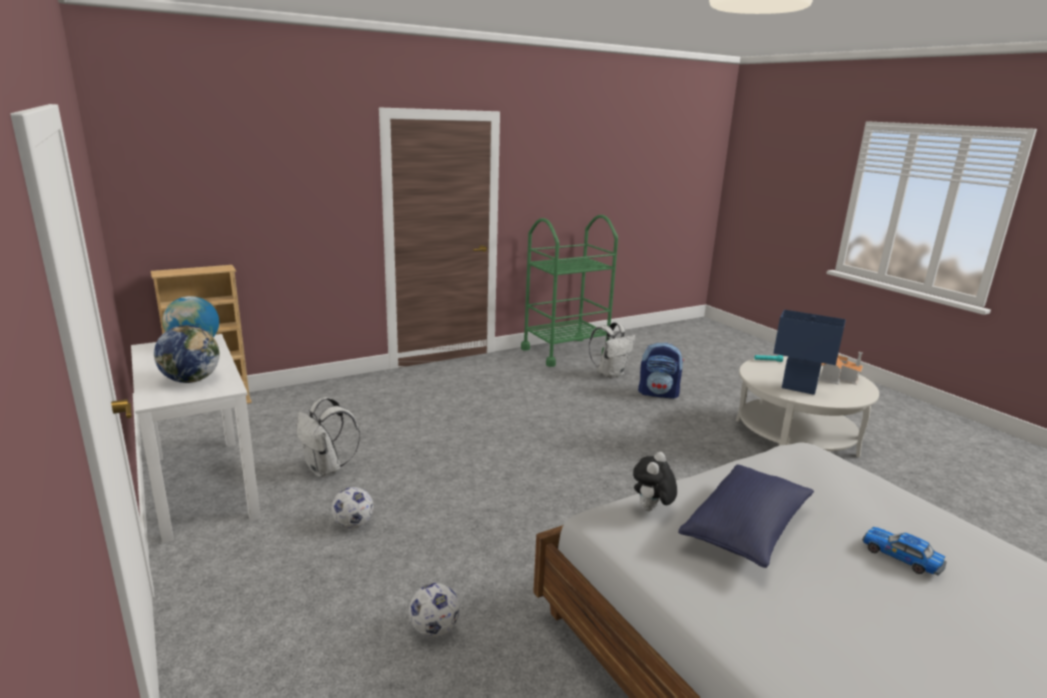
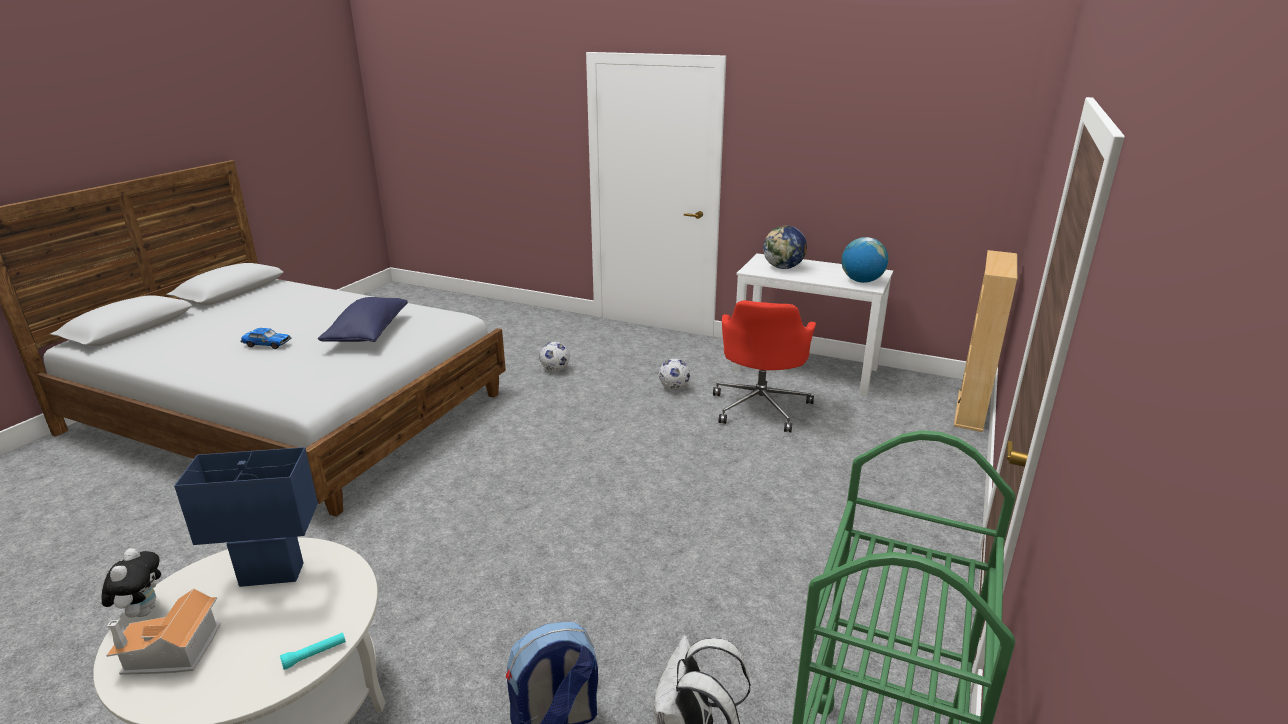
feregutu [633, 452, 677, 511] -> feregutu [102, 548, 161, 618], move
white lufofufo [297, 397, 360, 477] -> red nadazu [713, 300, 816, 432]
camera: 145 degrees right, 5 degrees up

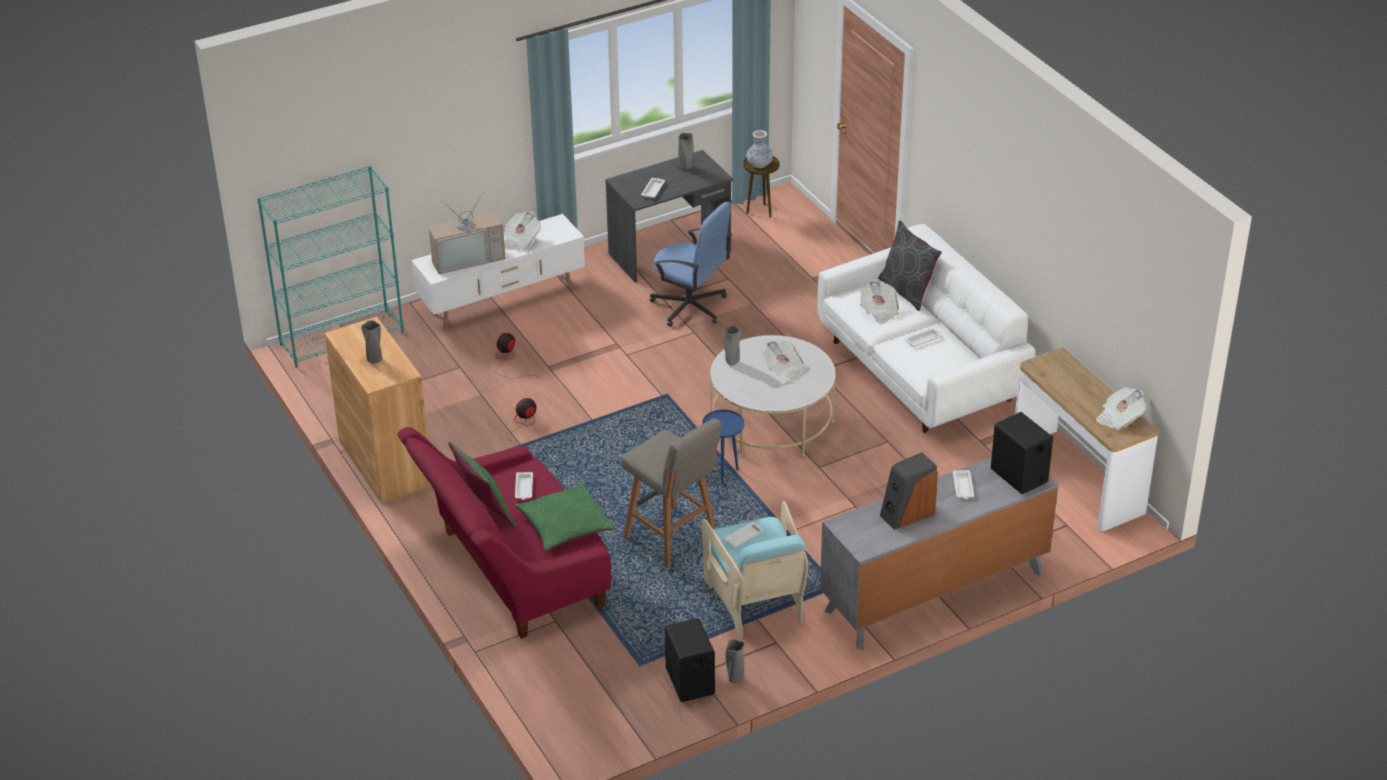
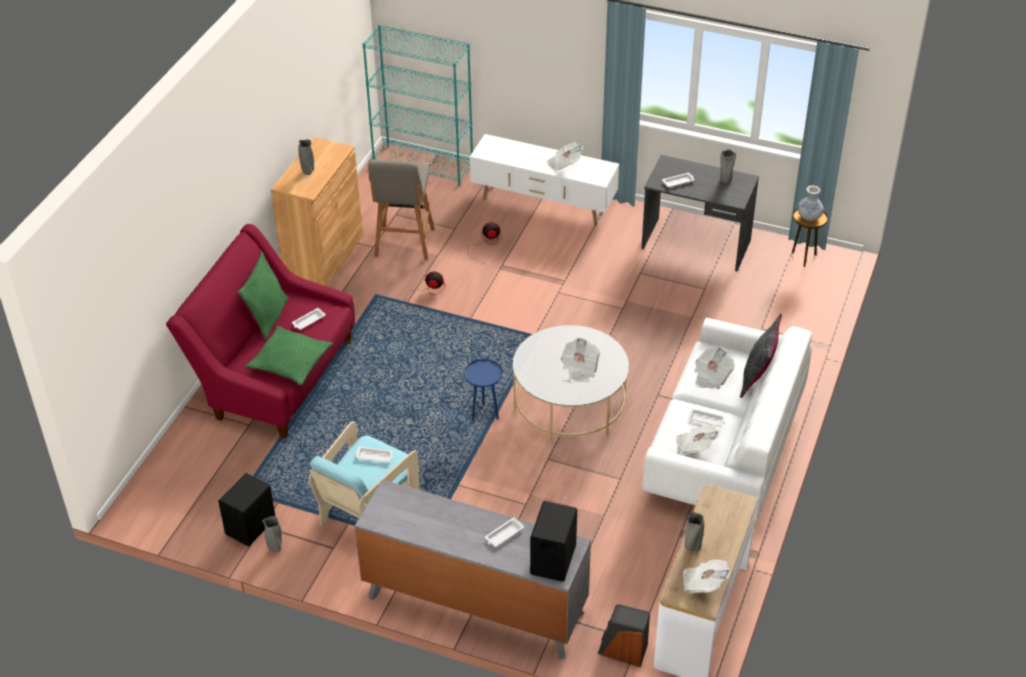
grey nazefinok [621, 418, 721, 568] -> grey nazefinok [368, 159, 435, 260], move
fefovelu [880, 452, 938, 530] -> fefovelu [598, 605, 650, 667], move
none -> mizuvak [676, 424, 719, 453]
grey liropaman [723, 325, 741, 366] -> grey liropaman [685, 512, 704, 551], move
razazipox [429, 191, 505, 274] -> none
blue nadazu [650, 202, 732, 327] -> none
camera: 50 degrees right, 5 degrees up

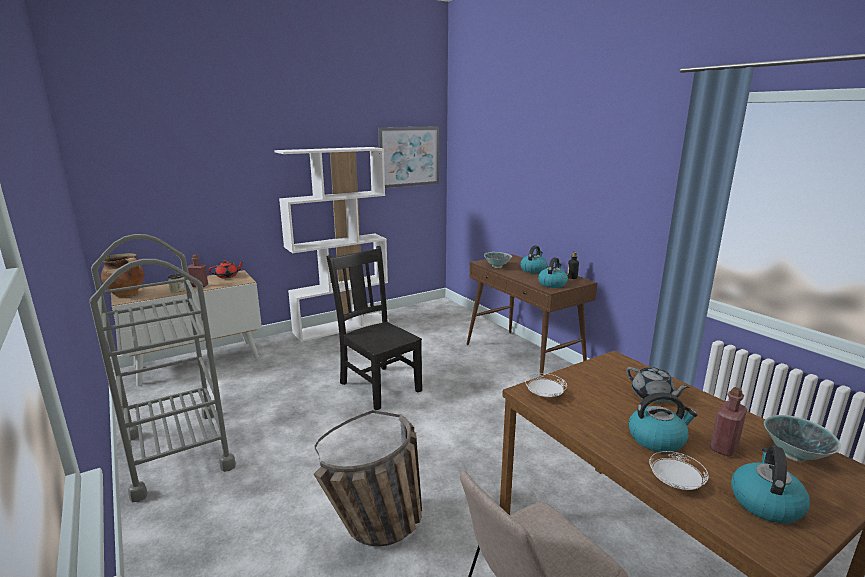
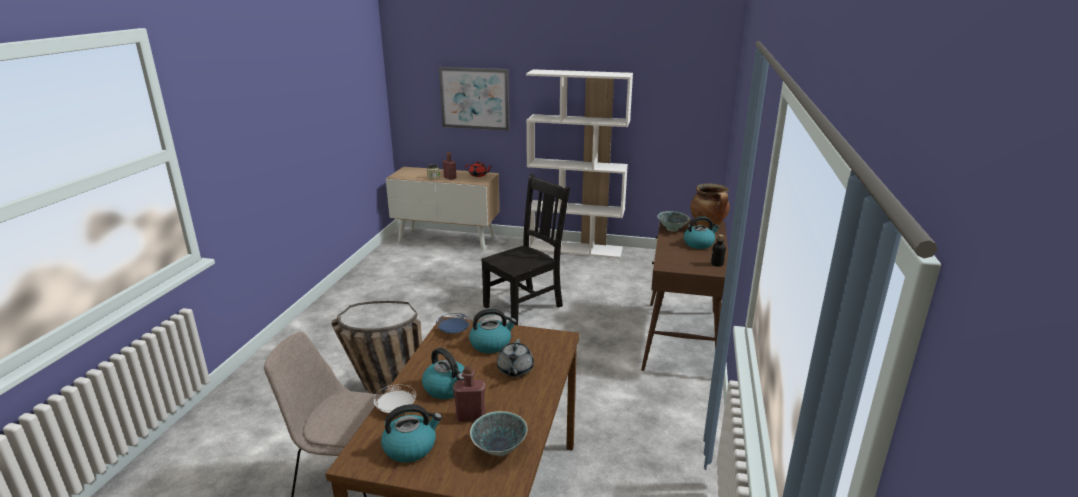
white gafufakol [525, 373, 567, 397] -> blue gafufakol [436, 313, 471, 334]
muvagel [378, 127, 439, 188] -> muvagel [439, 67, 510, 131], move
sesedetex [538, 257, 568, 288] -> sesedetex [469, 309, 517, 353], move
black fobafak [326, 246, 422, 410] -> black fobafak [481, 174, 570, 325], 45 degrees clockwise
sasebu [101, 253, 144, 297] -> sasebu [690, 183, 730, 228], move
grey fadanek [89, 234, 236, 503] -> none
camera: 45 degrees right, 5 degrees up

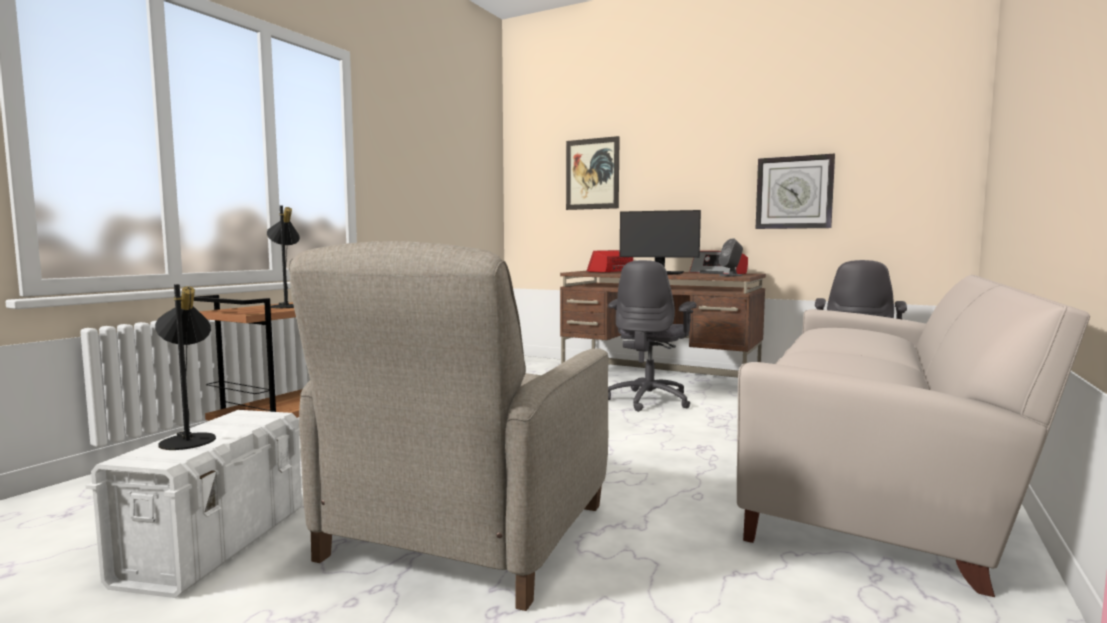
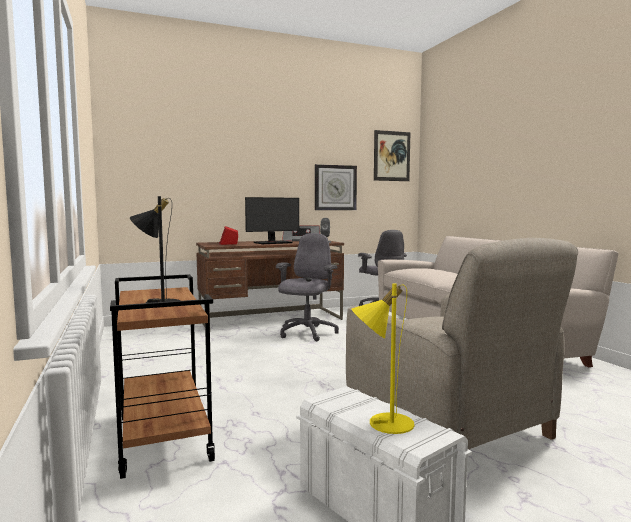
grey nadazu [608, 260, 696, 412] -> grey nadazu [276, 233, 339, 341], 135 degrees counterclockwise
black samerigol [155, 284, 216, 450] -> yellow samerigol [351, 284, 414, 434]
muvagel [566, 136, 620, 210] -> muvagel [374, 130, 410, 181], move
camera: 50 degrees left, 0 degrees up

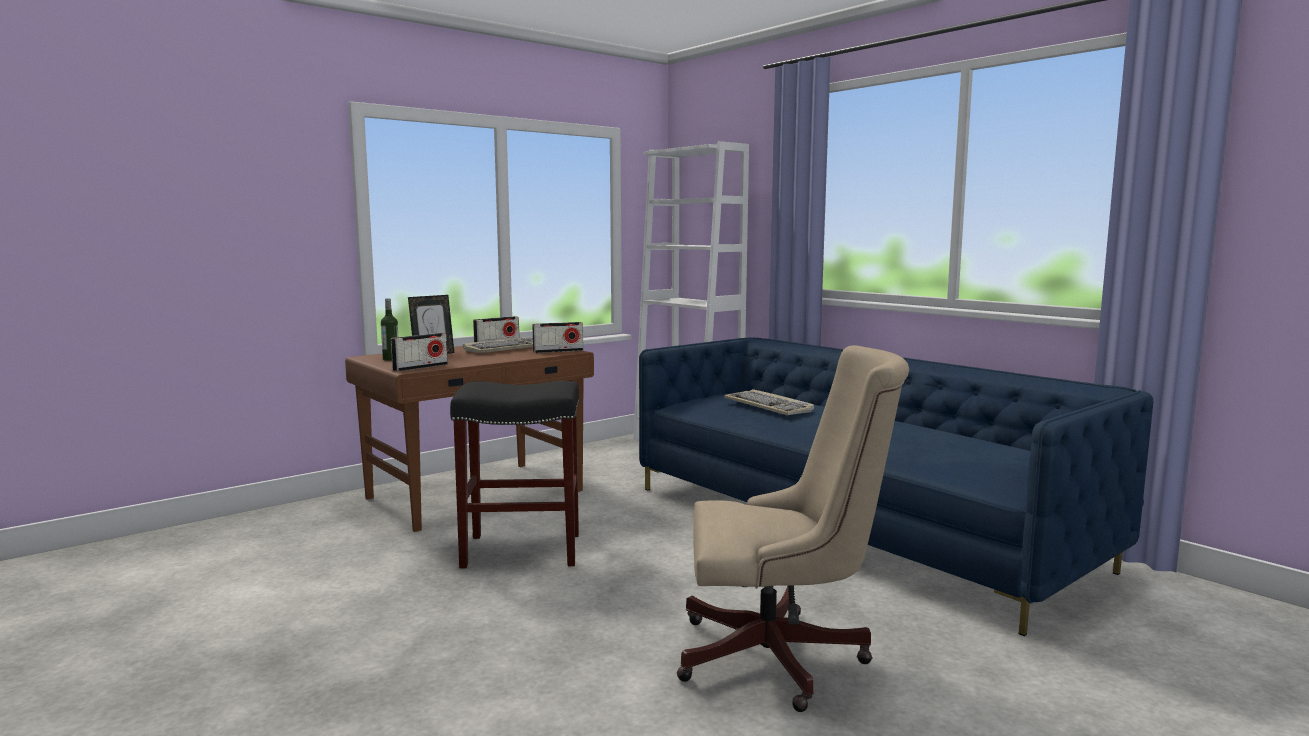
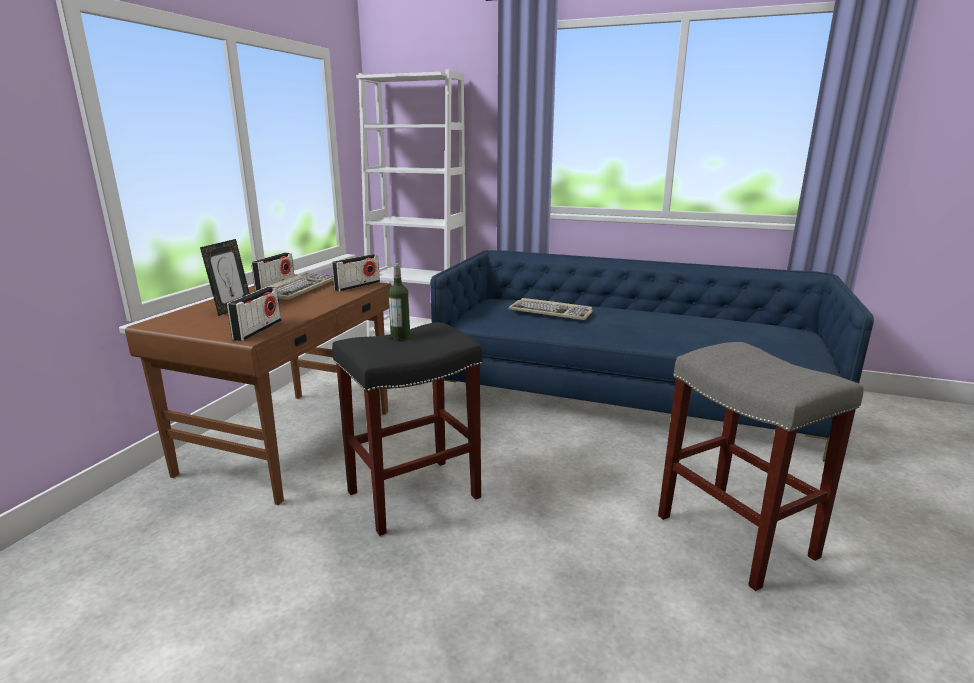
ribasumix [381, 298, 398, 361] -> ribasumix [388, 263, 410, 340], move
beige nadazu [677, 345, 909, 712] -> grey nazefinok [658, 342, 863, 591]
camera: 30 degrees left, 10 degrees up

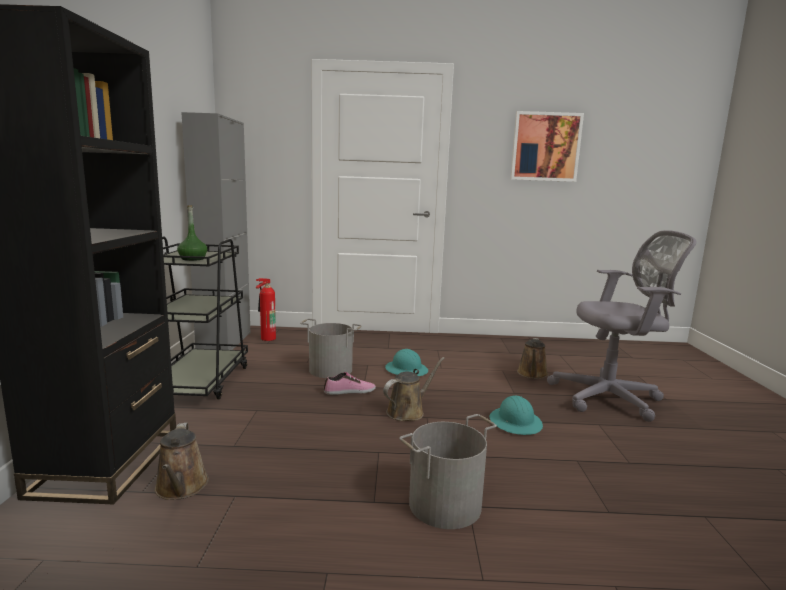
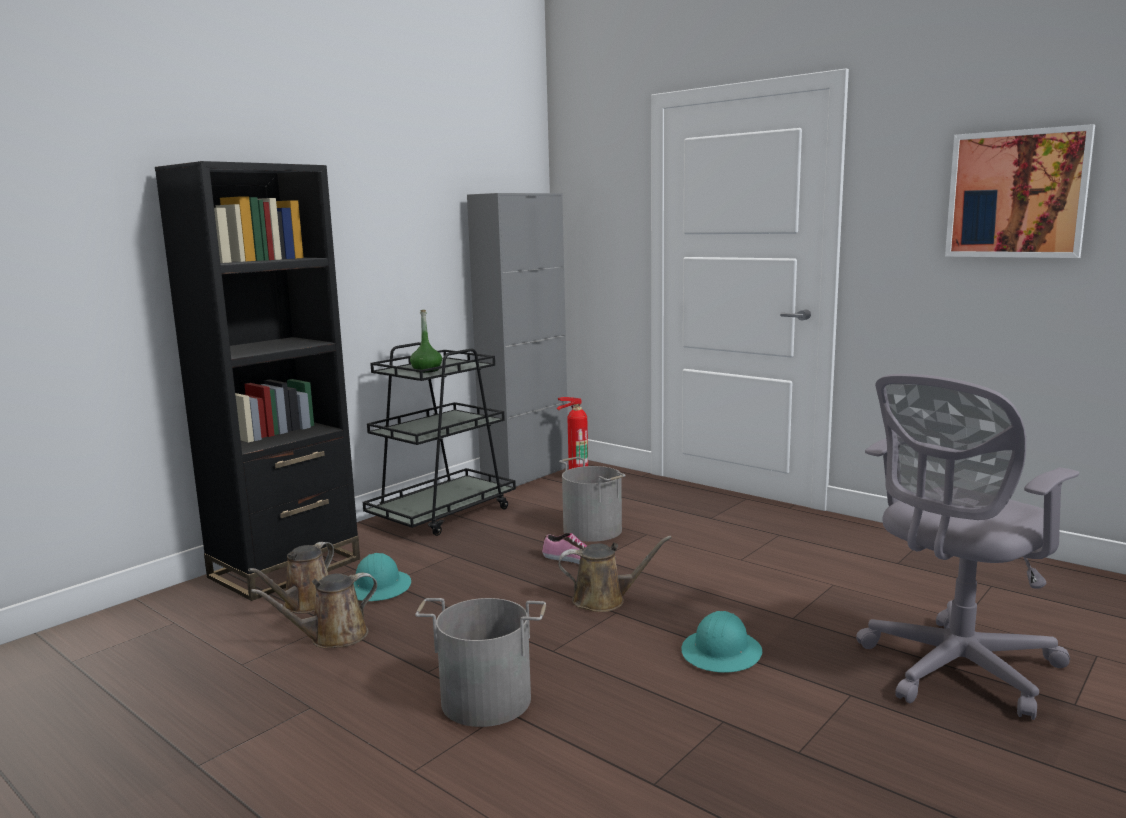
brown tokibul [517, 338, 548, 379] -> brown tokibul [250, 573, 377, 648], move
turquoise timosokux [385, 349, 428, 376] -> turquoise timosokux [354, 553, 411, 601], move
grey nadazu [547, 230, 697, 422] -> grey nadazu [856, 374, 1079, 720], 105 degrees clockwise
camera: 40 degrees right, 0 degrees up

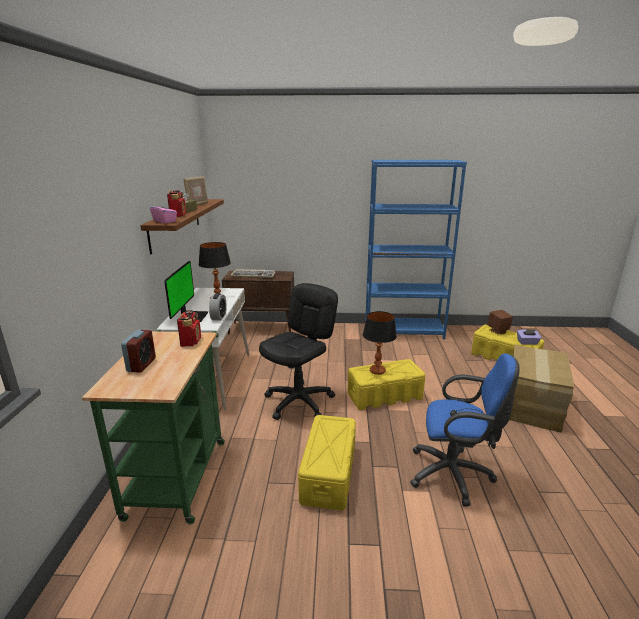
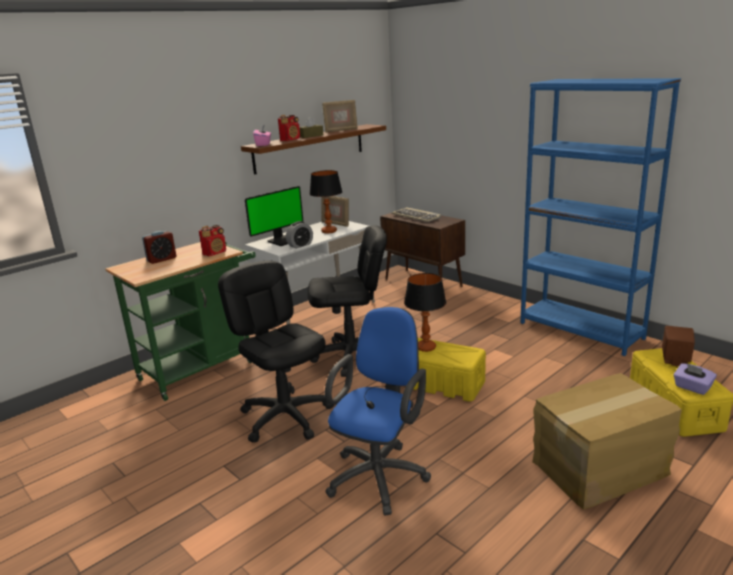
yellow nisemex [298, 415, 356, 511] -> black nadazu [218, 260, 334, 443]
none -> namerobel [321, 196, 349, 227]
blue nadazu [410, 354, 520, 507] -> blue nadazu [325, 307, 431, 516], 120 degrees counterclockwise
camera: 45 degrees right, 0 degrees up

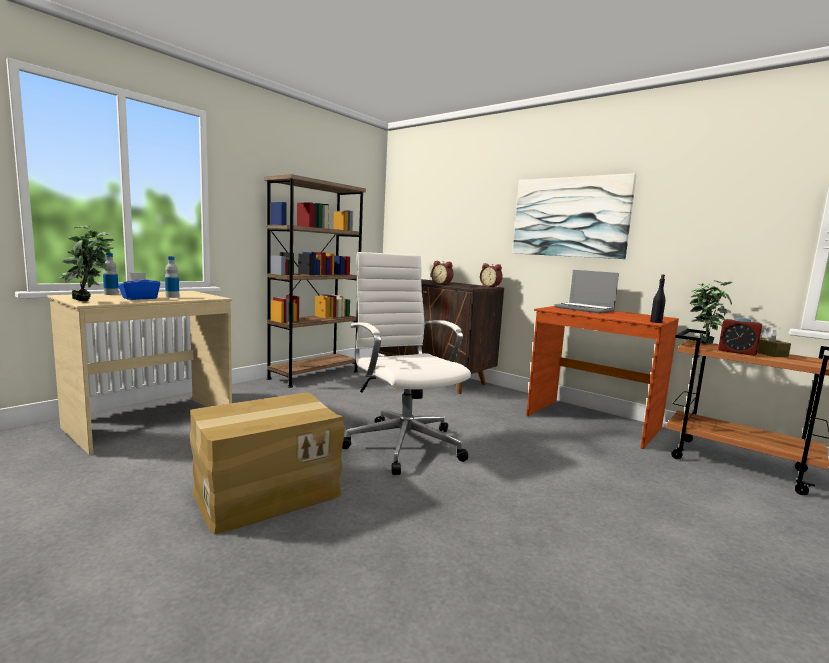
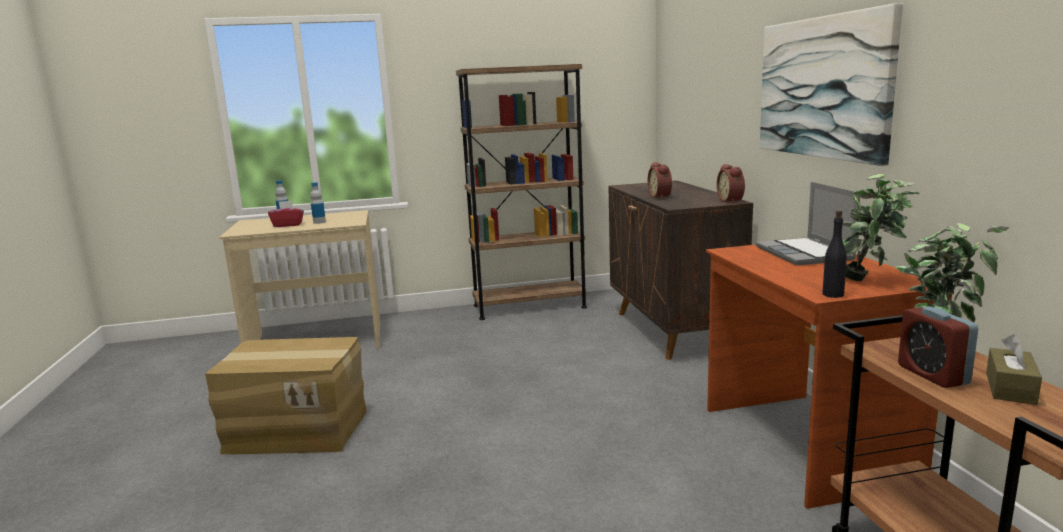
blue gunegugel [118, 273, 160, 300] -> red gunegugel [268, 201, 304, 227]
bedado [59, 226, 115, 301] -> bedado [842, 174, 920, 281], move
white nadazu [342, 252, 471, 475] -> none
camera: 40 degrees right, 5 degrees up

